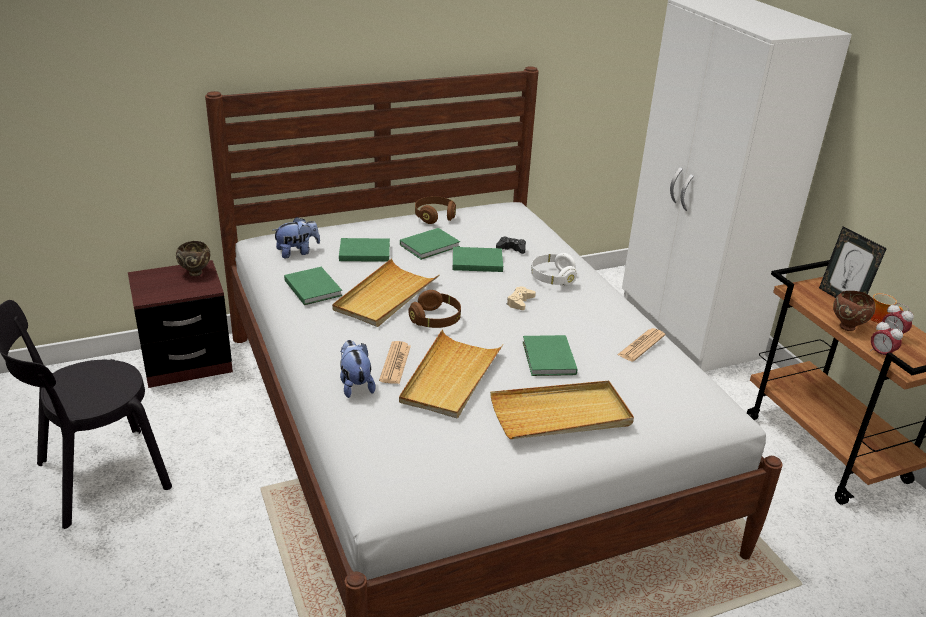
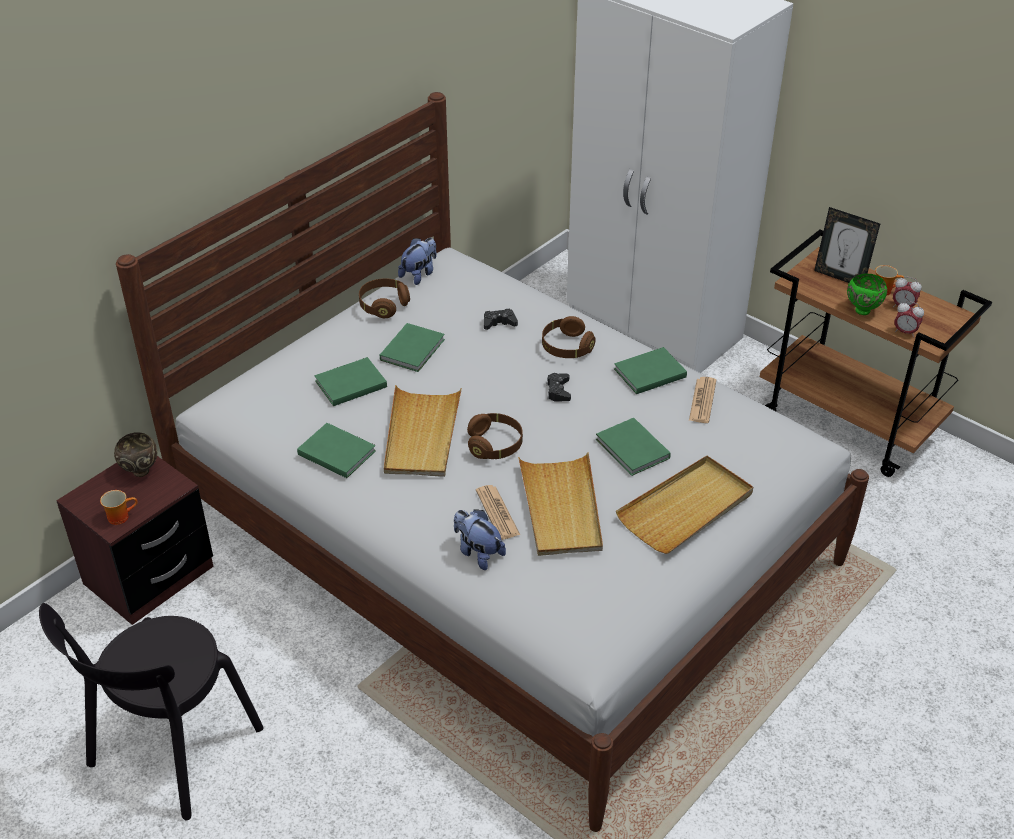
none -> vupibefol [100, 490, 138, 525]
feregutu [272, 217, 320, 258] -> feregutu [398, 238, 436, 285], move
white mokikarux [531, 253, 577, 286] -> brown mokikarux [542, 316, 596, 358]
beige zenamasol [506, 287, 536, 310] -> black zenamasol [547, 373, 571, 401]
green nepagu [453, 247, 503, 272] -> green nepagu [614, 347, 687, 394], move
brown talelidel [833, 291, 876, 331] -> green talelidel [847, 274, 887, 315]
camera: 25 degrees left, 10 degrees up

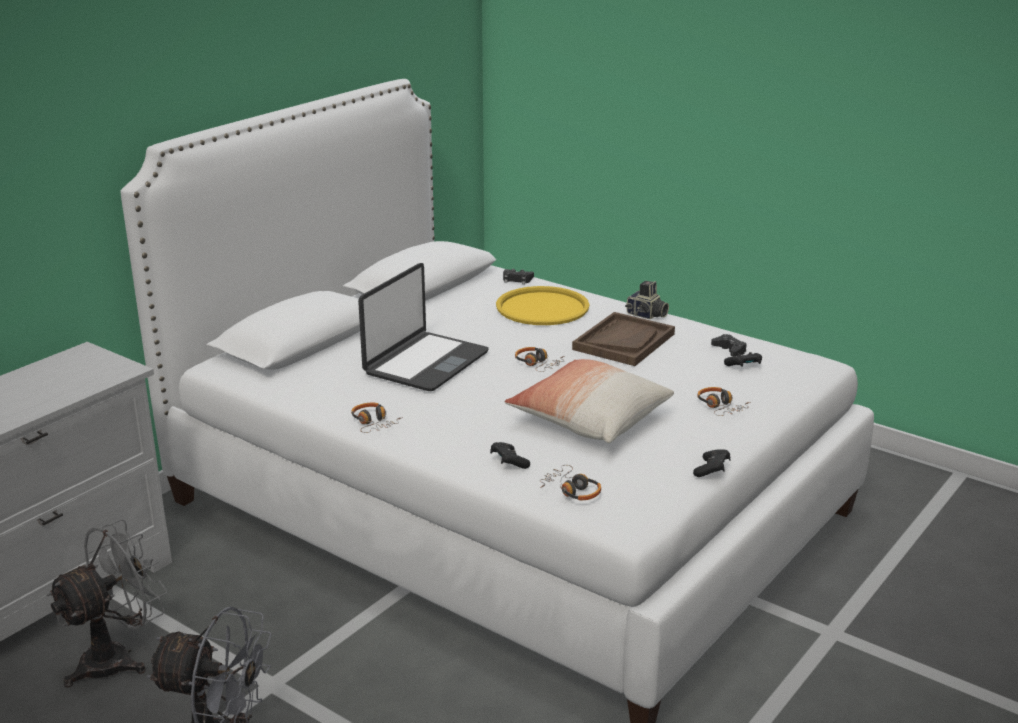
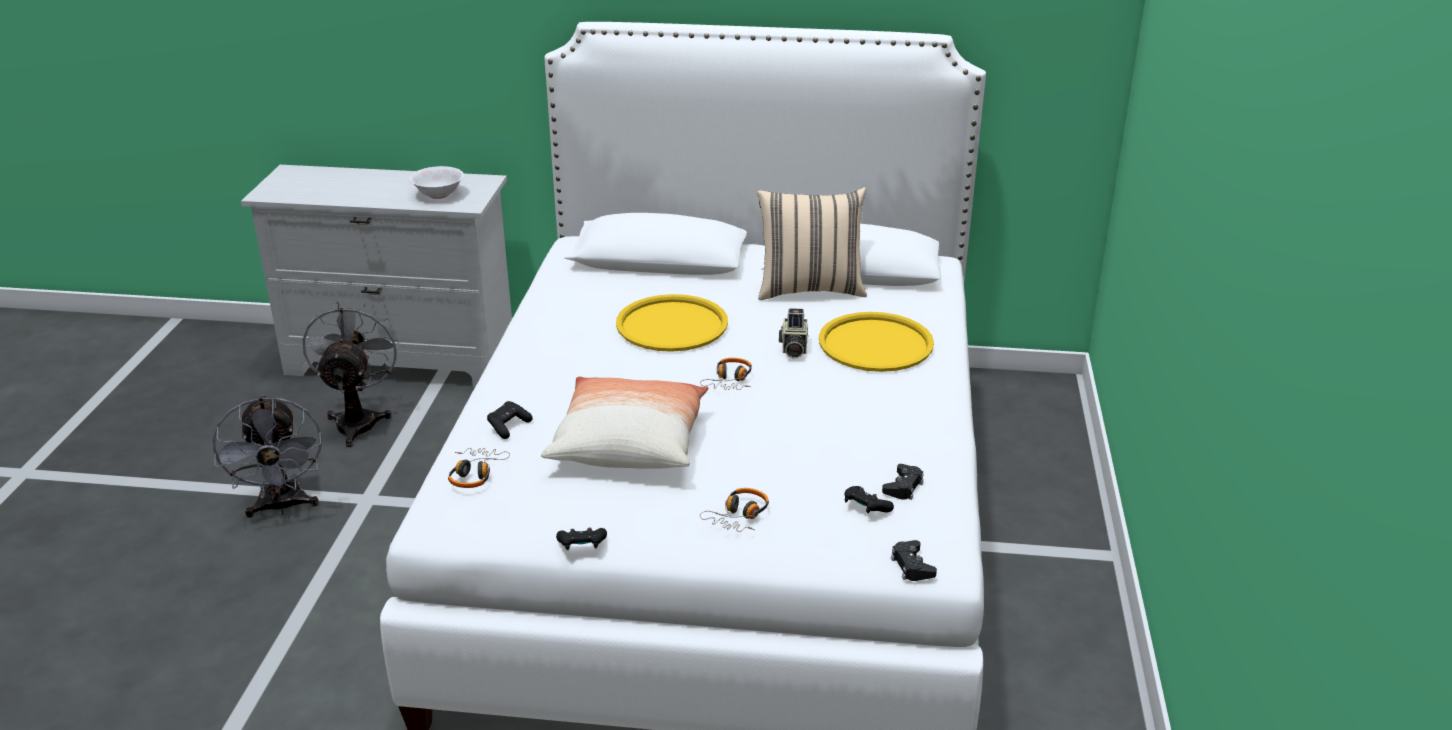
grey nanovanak [46, 519, 168, 688] -> grey nanovanak [303, 301, 400, 447], 105 degrees counterclockwise
none -> white talelidel [409, 166, 464, 199]
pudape [358, 263, 489, 391] -> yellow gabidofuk [616, 294, 728, 352]
none -> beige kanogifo [757, 187, 867, 300]
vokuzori [625, 281, 669, 320] -> vokuzori [779, 308, 808, 358], move
black zenamasol [503, 269, 534, 284] -> black zenamasol [891, 540, 937, 581], move
mokikarux [351, 403, 403, 433] -> none
brown gabidofuk [572, 312, 675, 366] -> none
camera: 60 degrees right, 5 degrees up

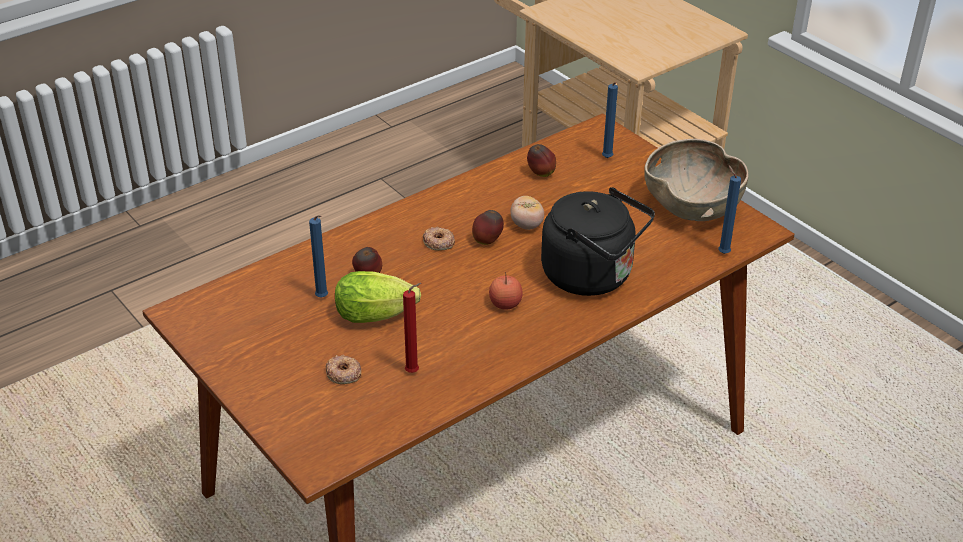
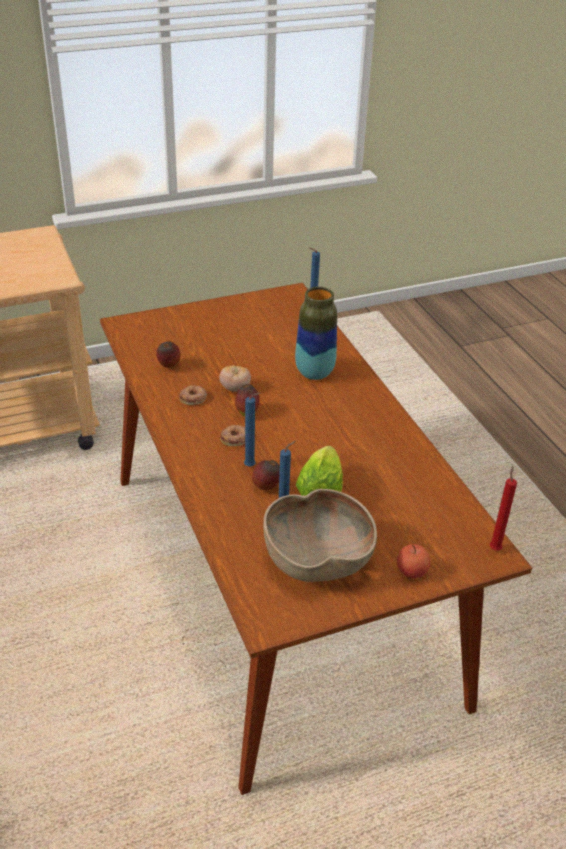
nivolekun [325, 355, 361, 384] -> nivolekun [179, 385, 207, 405], move
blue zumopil [602, 82, 618, 158] -> blue zumopil [244, 393, 261, 466], move
brown talelidel [644, 139, 749, 221] -> brown talelidel [263, 489, 377, 582], move
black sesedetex [541, 187, 655, 296] -> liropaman [295, 287, 337, 380]
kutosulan [489, 272, 523, 310] -> kutosulan [397, 544, 430, 578], move
red zumopil [403, 283, 421, 373] -> red zumopil [490, 466, 517, 551], move
camera: 75 degrees left, 0 degrees up

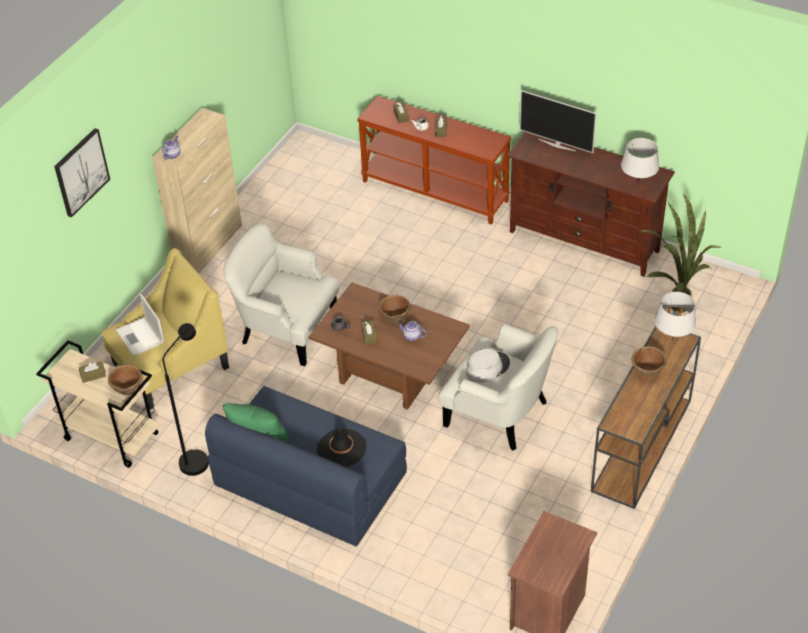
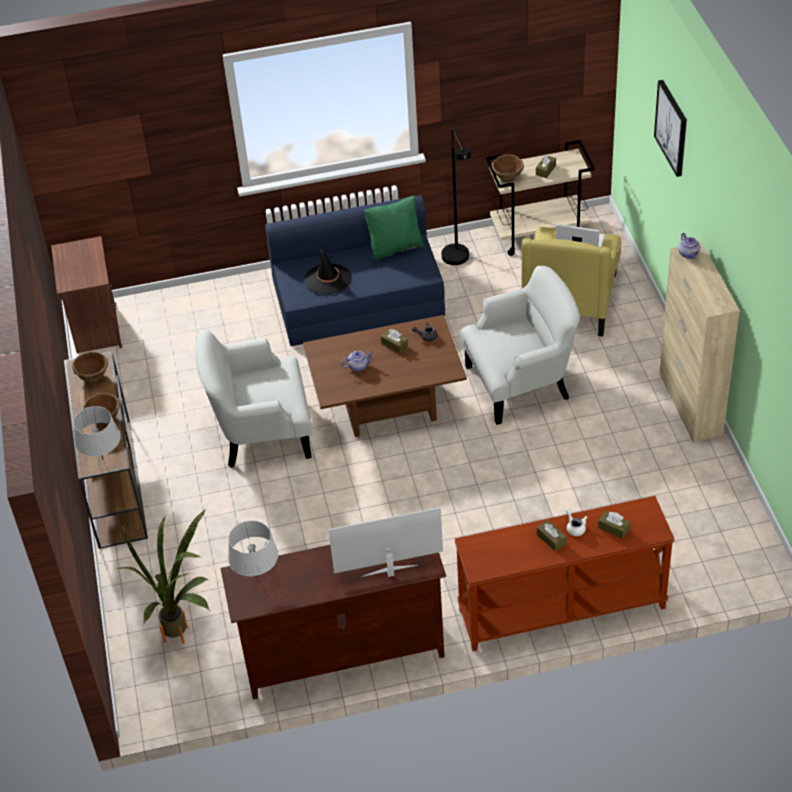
brown talelidel [379, 295, 411, 323] -> brown talelidel [72, 351, 108, 383], move
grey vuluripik [466, 349, 510, 383] -> none
camera: 140 degrees right, 0 degrees up

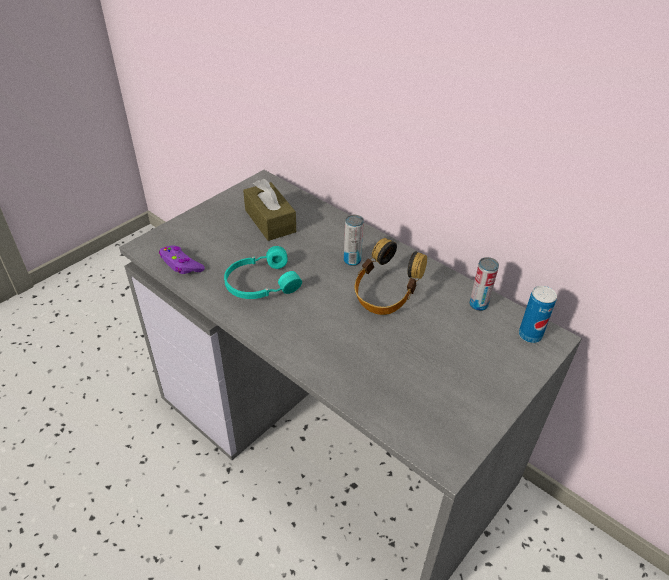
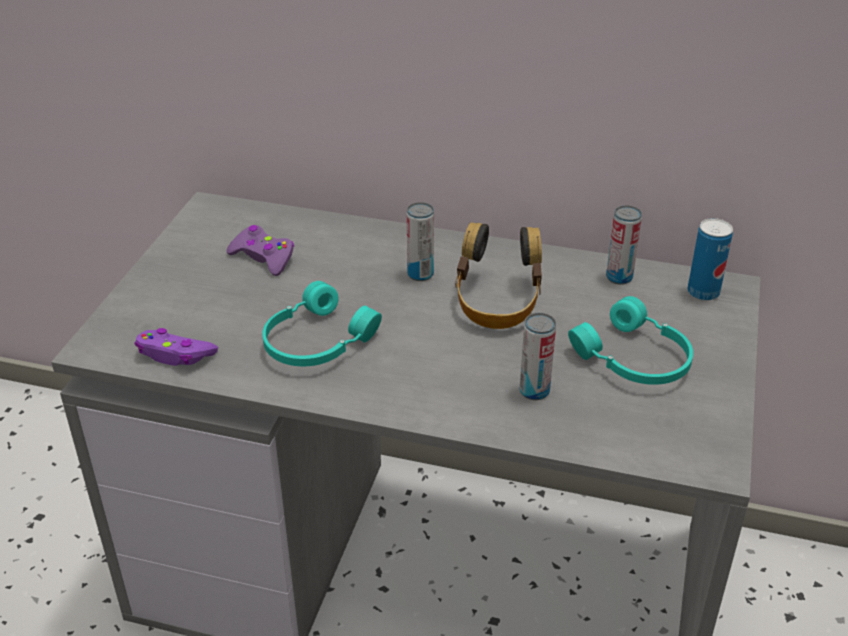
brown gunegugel [243, 179, 296, 241] -> purple zenamasol [226, 225, 294, 276]
none -> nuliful [520, 313, 556, 400]
none -> turquoise mokikarux [568, 296, 693, 385]
camera: 25 degrees left, 5 degrees down

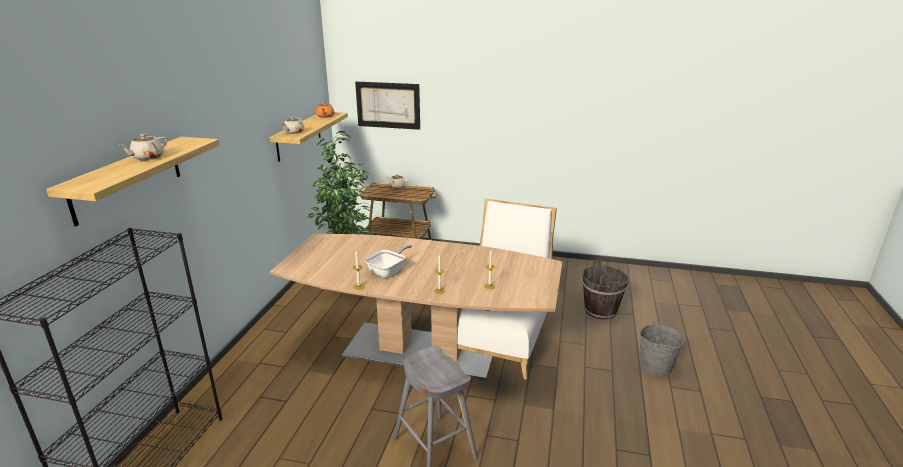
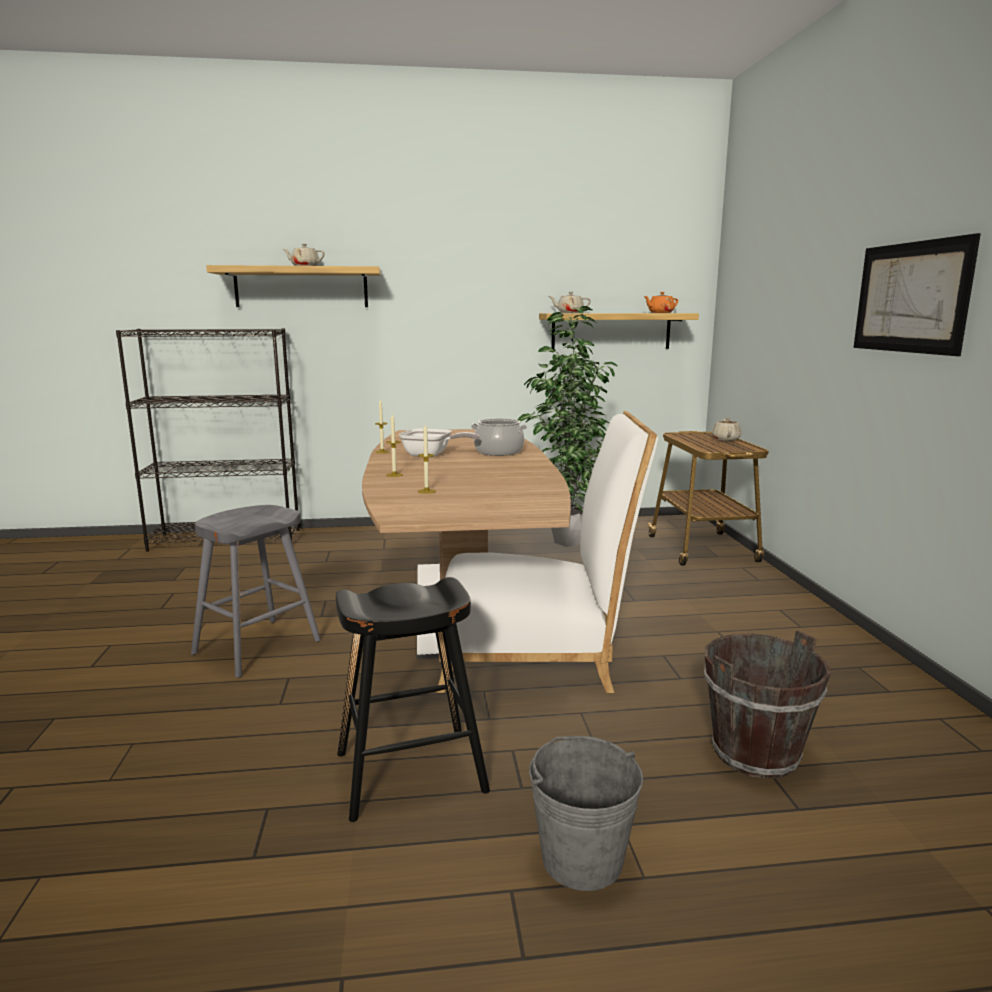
none -> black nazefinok [336, 577, 490, 822]
none -> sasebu [471, 418, 527, 456]
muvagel [355, 82, 420, 130] -> muvagel [854, 233, 981, 356], move
camera: 70 degrees right, 10 degrees down

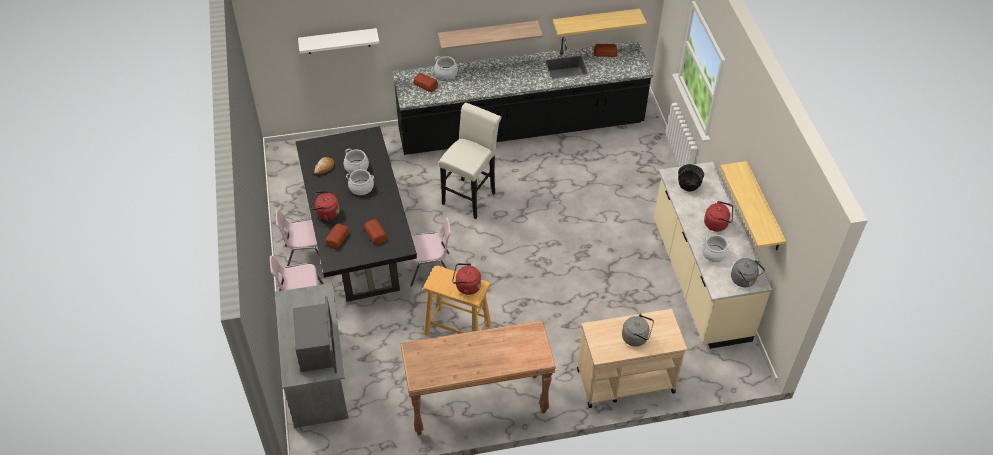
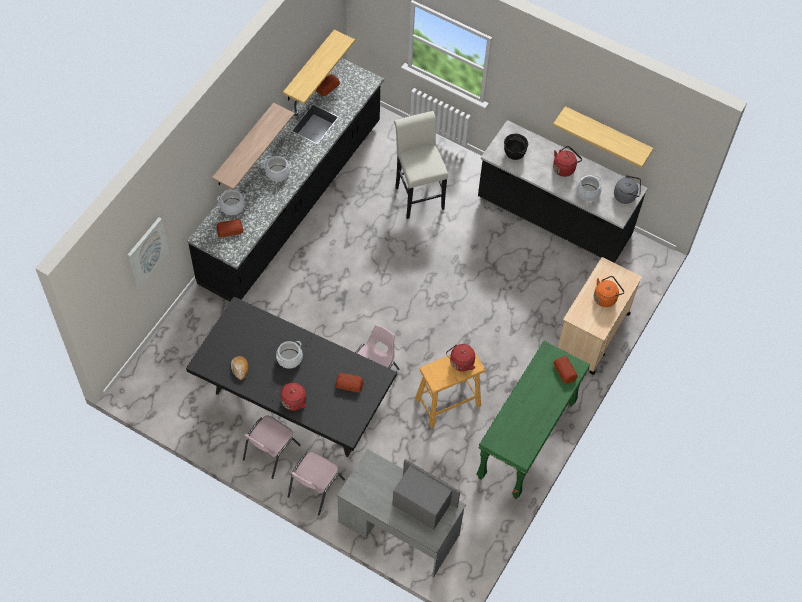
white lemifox [298, 28, 380, 54] -> muvagel [128, 217, 169, 288]
sasebu [344, 149, 369, 174] -> sasebu [264, 156, 291, 182], move
white nazefinok [438, 103, 502, 219] -> white nazefinok [394, 111, 448, 219], move
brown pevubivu [400, 320, 556, 435] -> green pevubivu [476, 341, 590, 499]
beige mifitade [654, 162, 772, 349] -> black mifitade [478, 120, 648, 263]
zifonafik [325, 223, 349, 249] -> zifonafik [554, 356, 577, 384], move
grey sesedetex [622, 313, 654, 347] -> orange sesedetex [594, 276, 624, 307]
camera: 50 degrees left, 10 degrees up

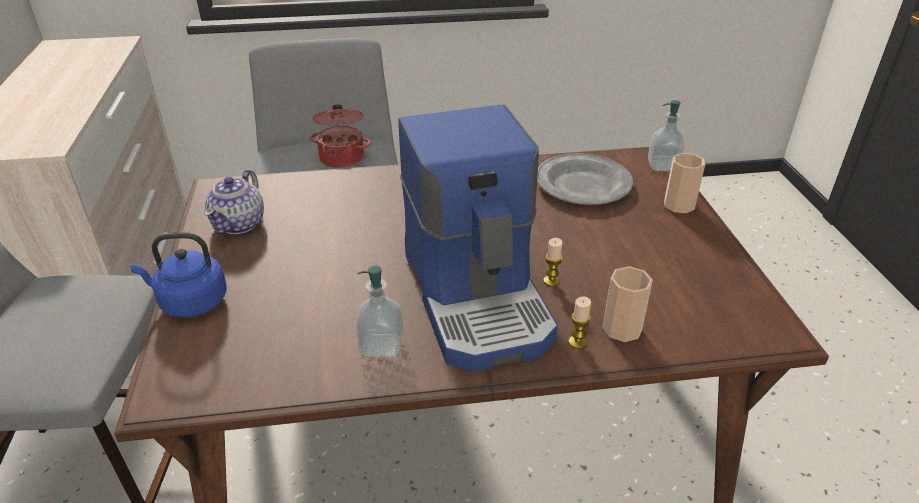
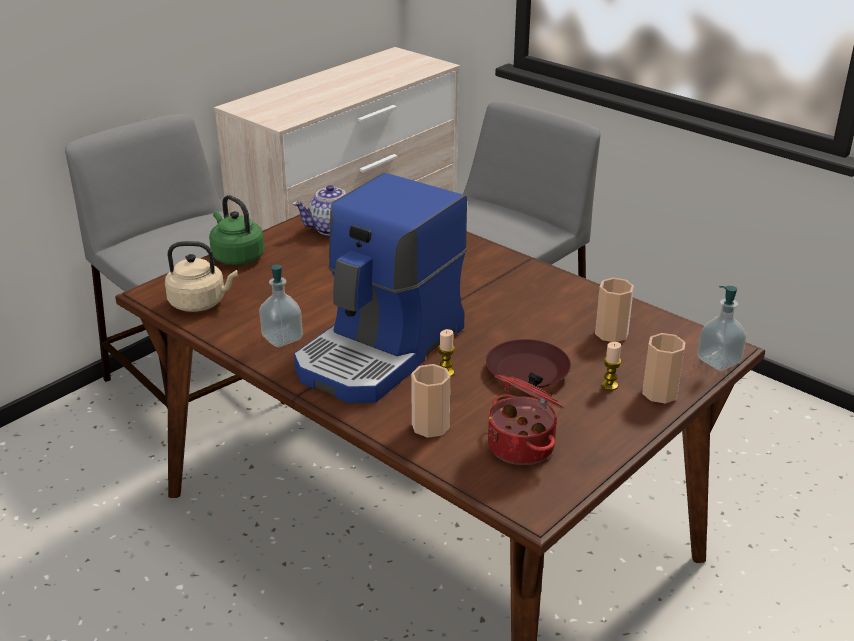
none -> beige sesedetex [165, 241, 238, 312]
blue sesedetex [131, 232, 227, 318] -> green sesedetex [209, 195, 264, 265]
none -> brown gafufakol [486, 339, 571, 388]
sasebu [310, 104, 371, 168] -> sasebu [488, 372, 563, 465], move
grey gafufakol [537, 153, 633, 205] -> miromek [595, 278, 634, 342]
zumopil [568, 296, 591, 349] -> zumopil [602, 342, 621, 391], move
camera: 50 degrees right, 5 degrees down

